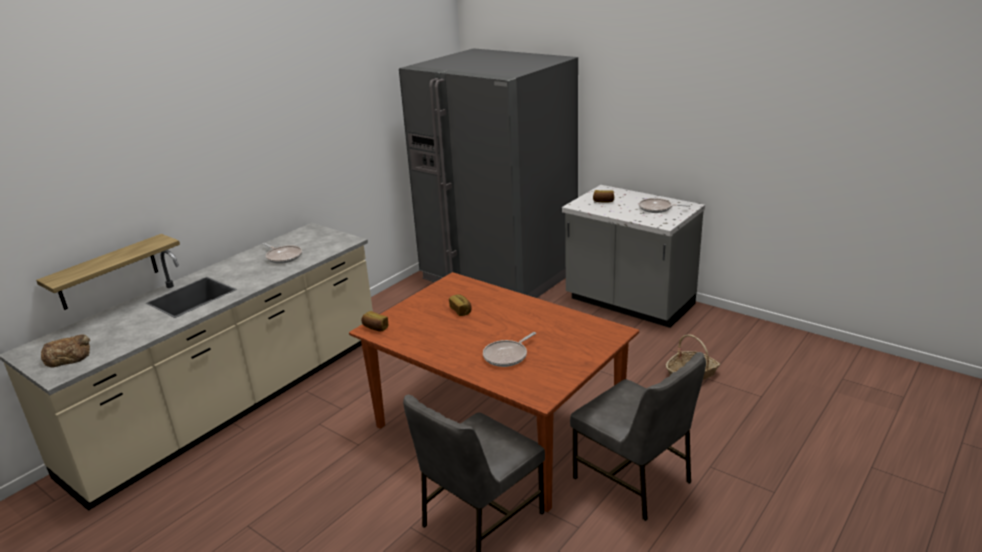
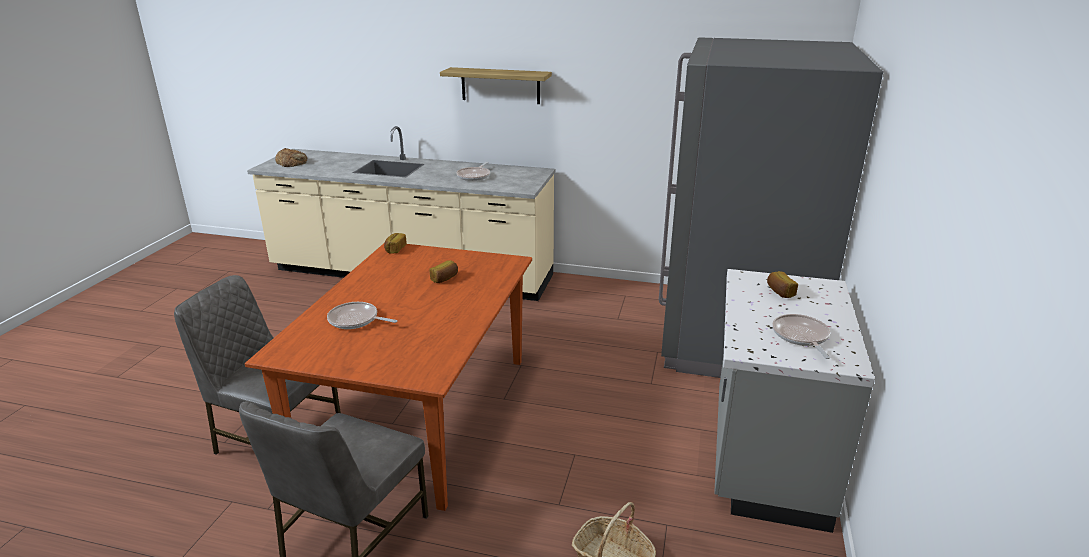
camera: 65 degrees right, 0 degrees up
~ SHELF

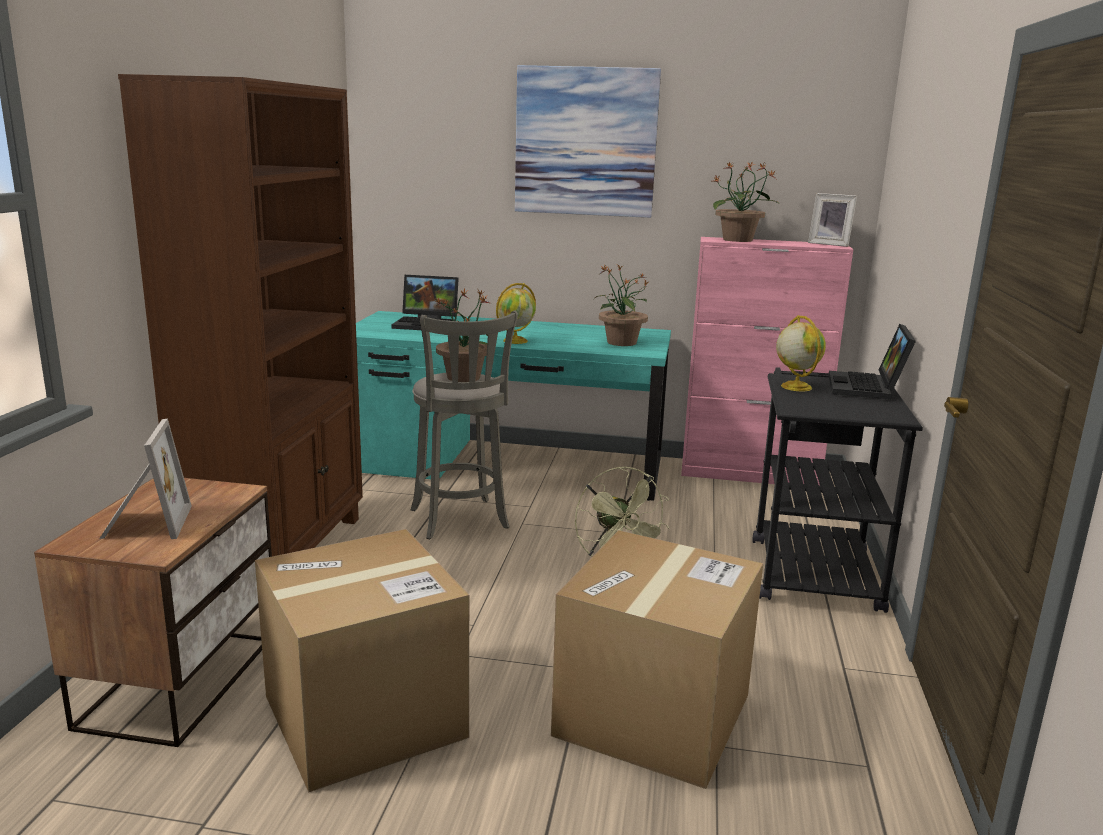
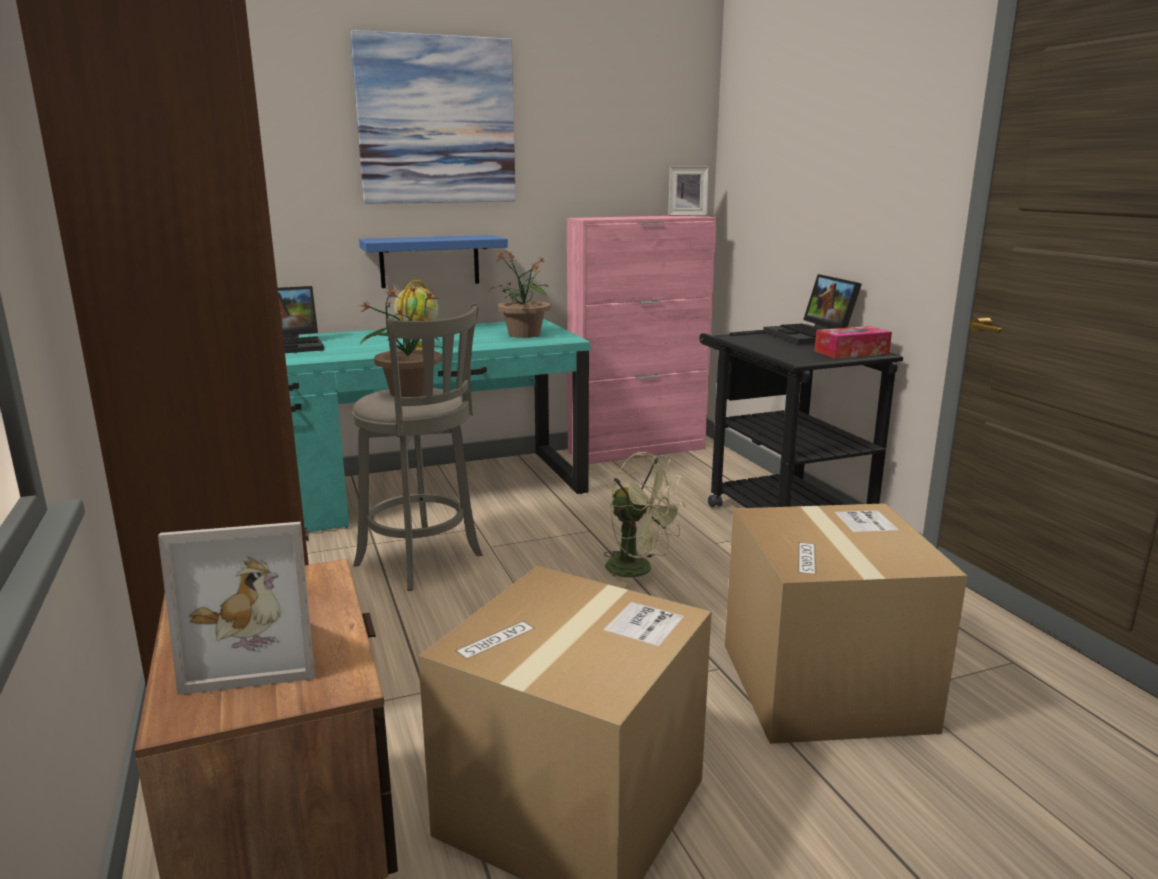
camera: 30 degrees left, 0 degrees up
~ PICTURE FRAME (no. 1 from left) 120 degrees clockwise
+ BLUE SHELF
+ TISSUE BOX
- POTTED PLANT (no. 3 from left)
- GLOBE (no. 2 from left)

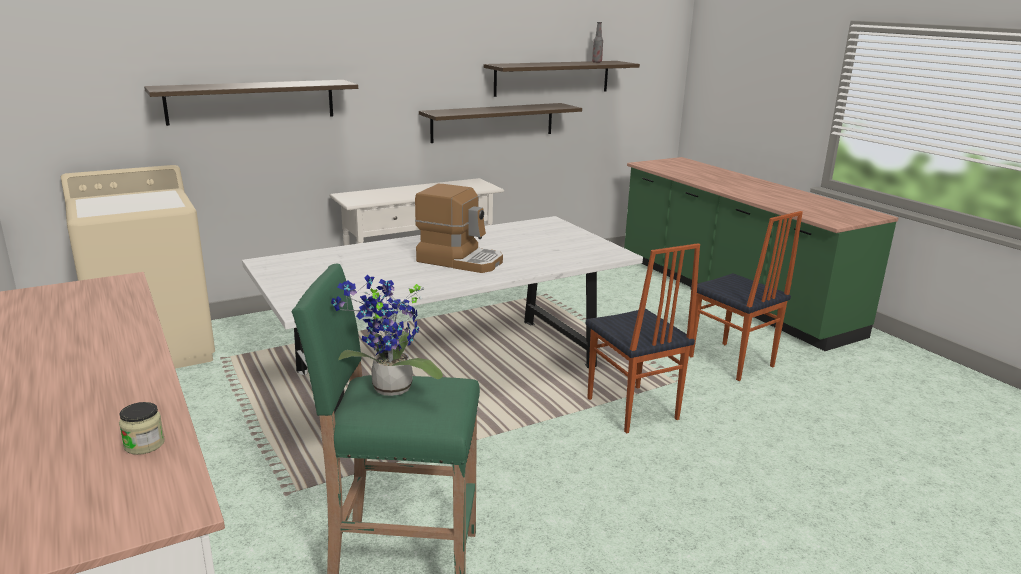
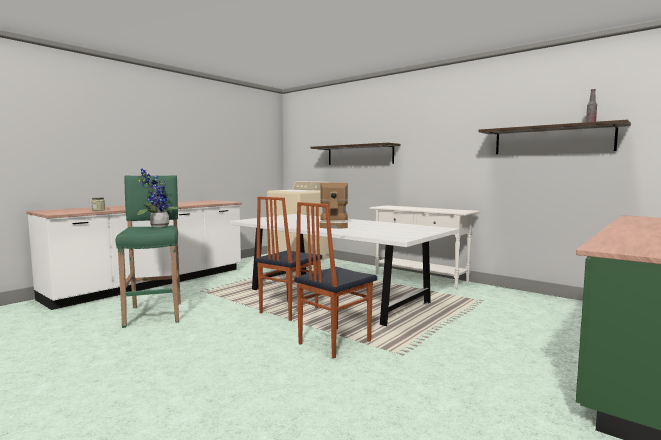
camera: 70 degrees right, 15 degrees down
~ CHAIR (no. 2 from left in the first image) to CHAIR (no. 1 from left)
- SHELF (no. 2 from left)

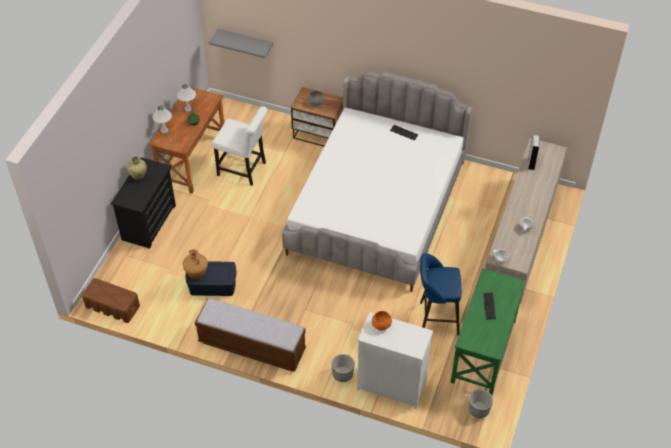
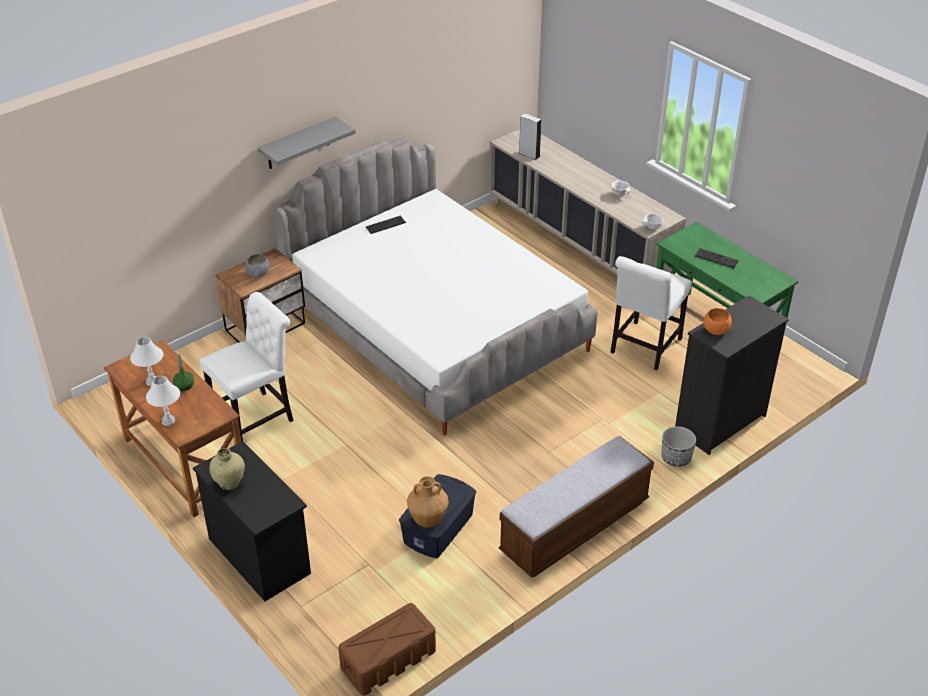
camera: 60 degrees left, 10 degrees down
~ GREY SHELF
~ BLUE STOOL to WHITE CHAIR (no. 2 from left)
~ WHITE DRESSER to BLACK DRESSER (no. 2 from left)
- PLANTER (no. 2 from left)

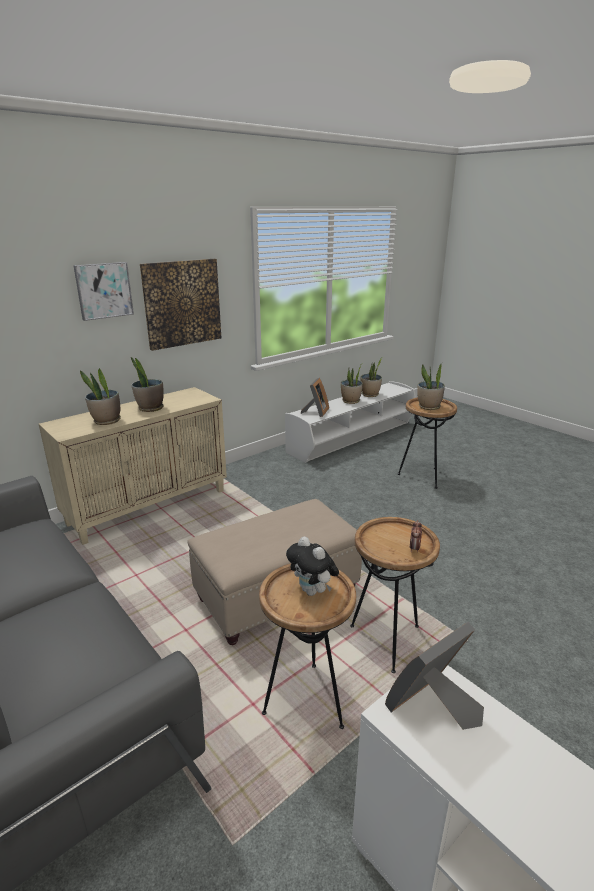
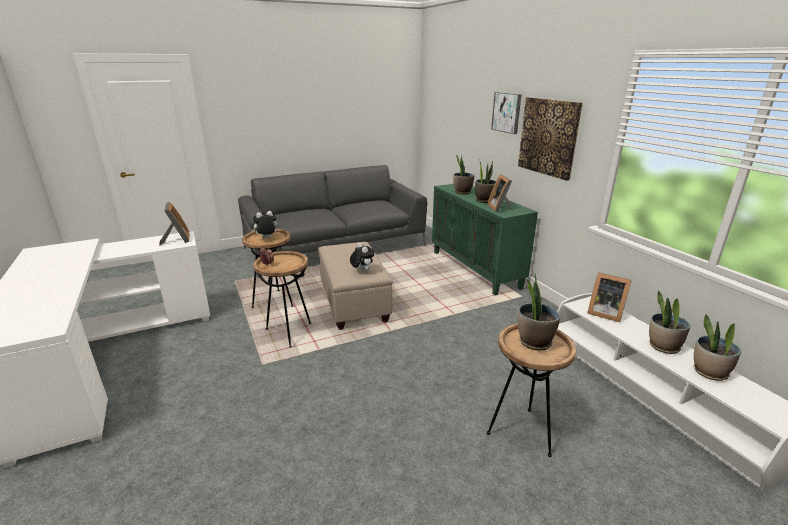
camera: 105 degrees right, 0 degrees up
+ PLUSH TOY (no. 2 from left)
~ BEIGE CABINET to GREEN CABINET
+ PICTURE FRAME (no. 2 from left)

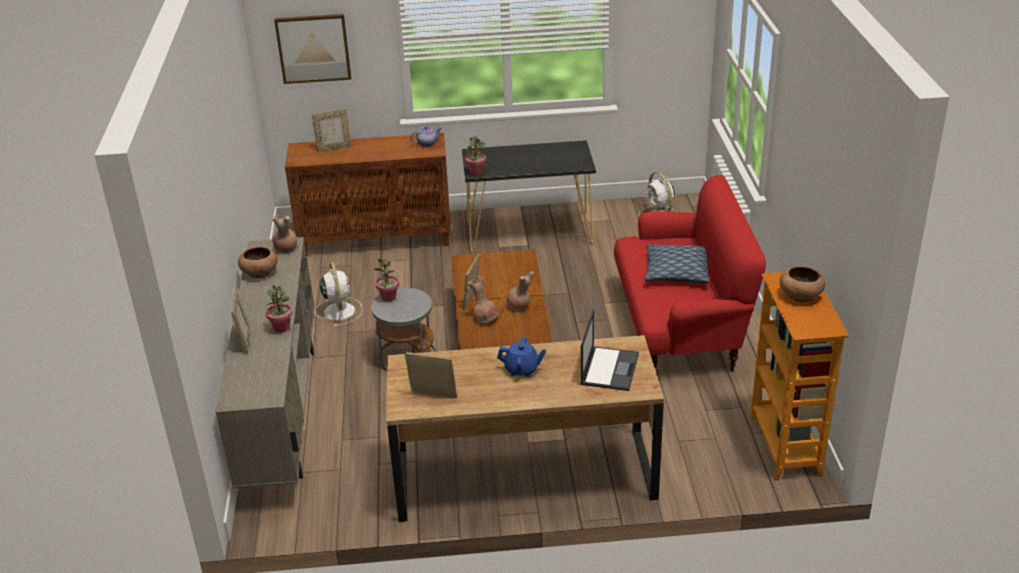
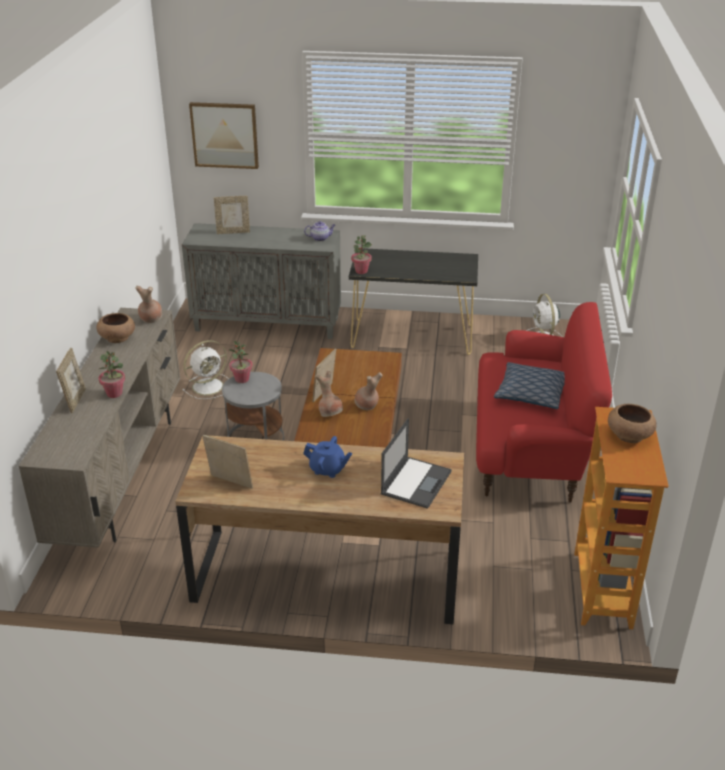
camera: 10 degrees right, 0 degrees up
~ BROWN CABINET to GREY CABINET
~ WHITE FAN (no. 1 from left) 60 degrees clockwise

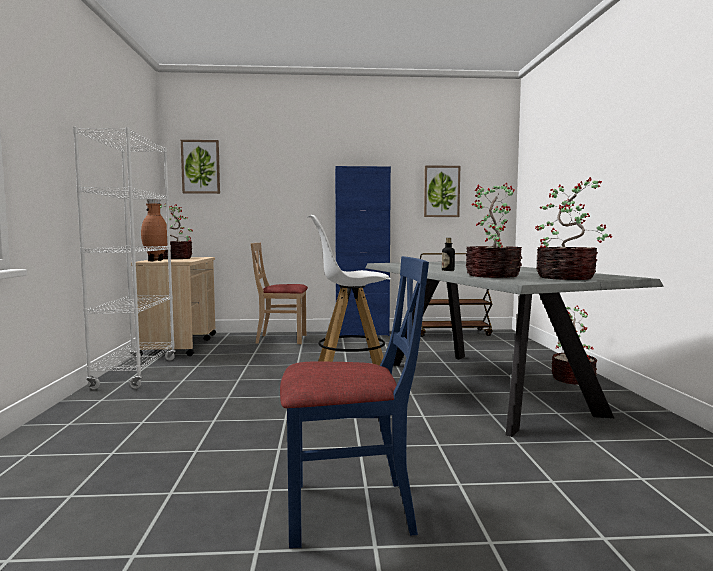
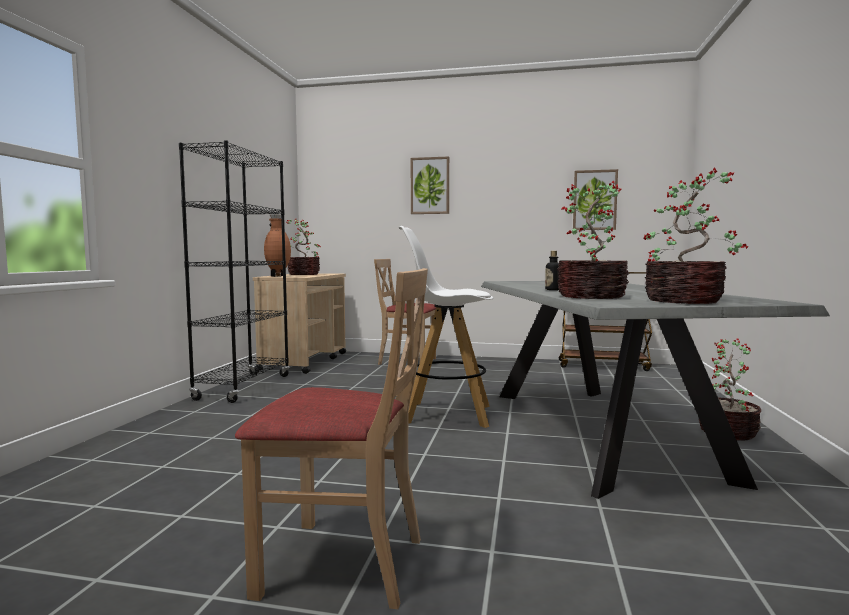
camera: 15 degrees right, 0 degrees up
~ WHITE BOOKCASE to BLACK BOOKCASE
~ BLUE CHAIR to BEIGE CHAIR (no. 1 from left)
~ PICTURE (no. 1 from left)
- BLUE CABINET

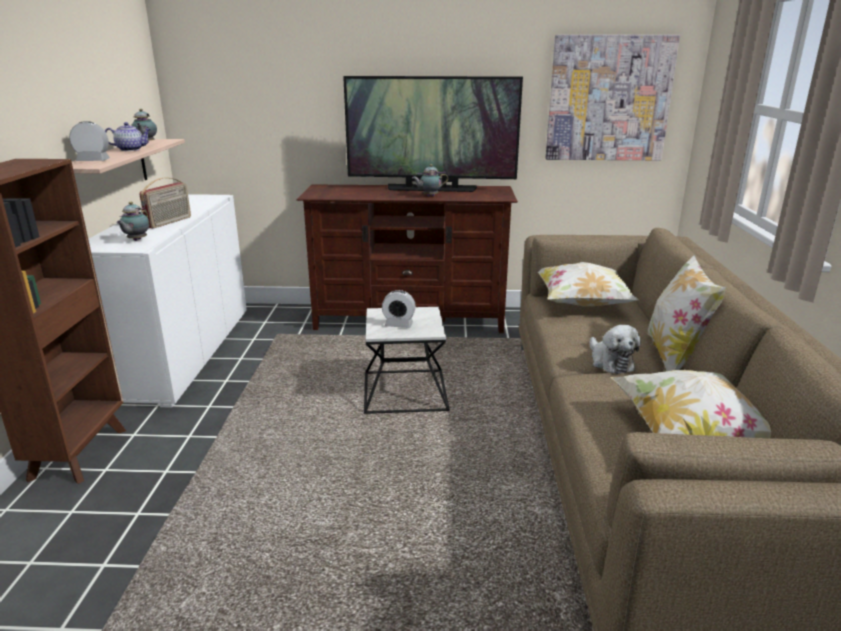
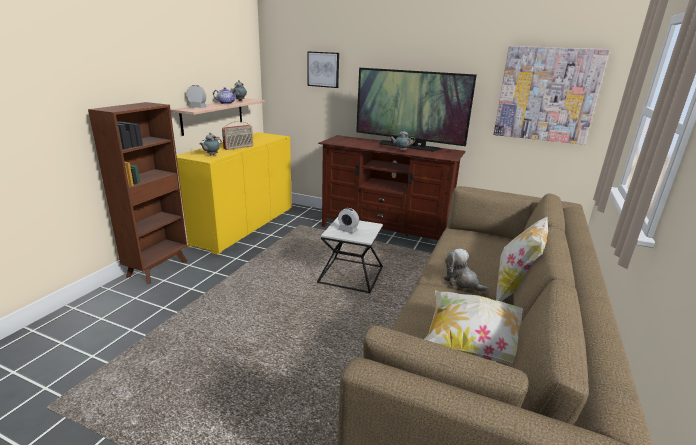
camera: 20 degrees right, 0 degrees up
~ WHITE CABINET to YELLOW CABINET
+ PICTURE (no. 1 from left)
~ PLUSH TOY 135 degrees clockwise
- PILLOW (no. 1 from left)

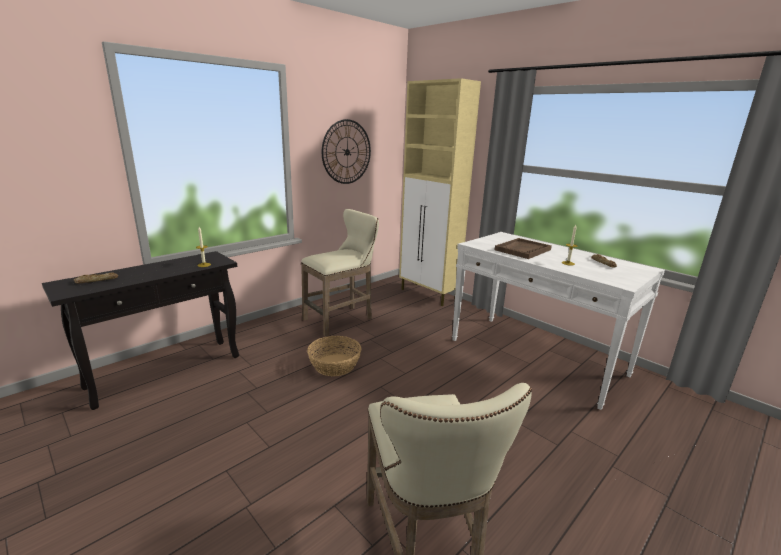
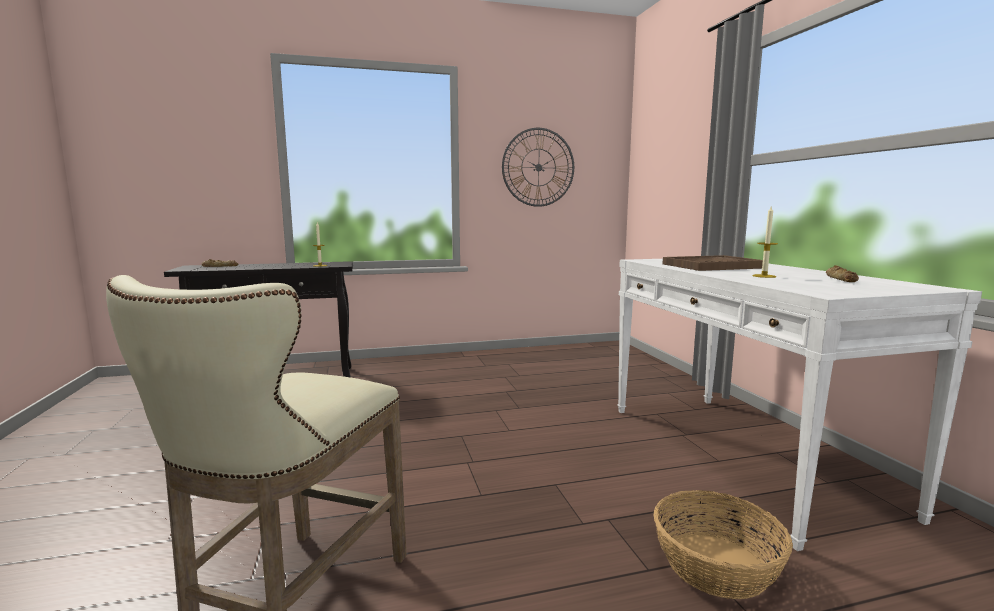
camera: 30 degrees right, 10 degrees down
~ BASKET
- BEIGE STOOL (no. 1 from left)
- BEIGE CABINET

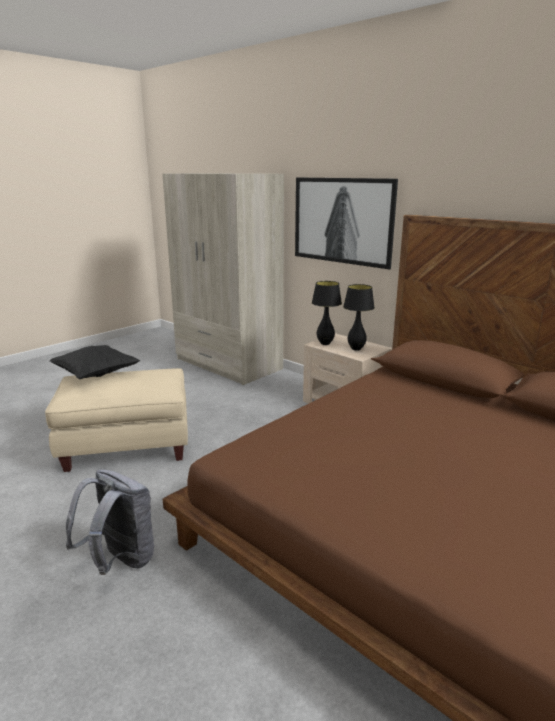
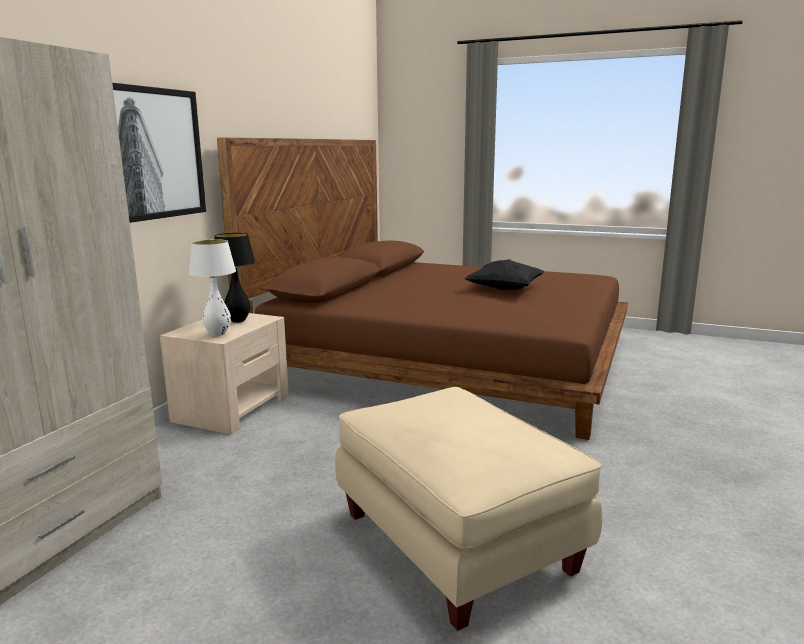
camera: 110 degrees left, 5 degrees down
~ BLACK TABLE LAMP (no. 1 from left) to WHITE TABLE LAMP
~ BLACK PILLOW
- GREY BACKPACK

